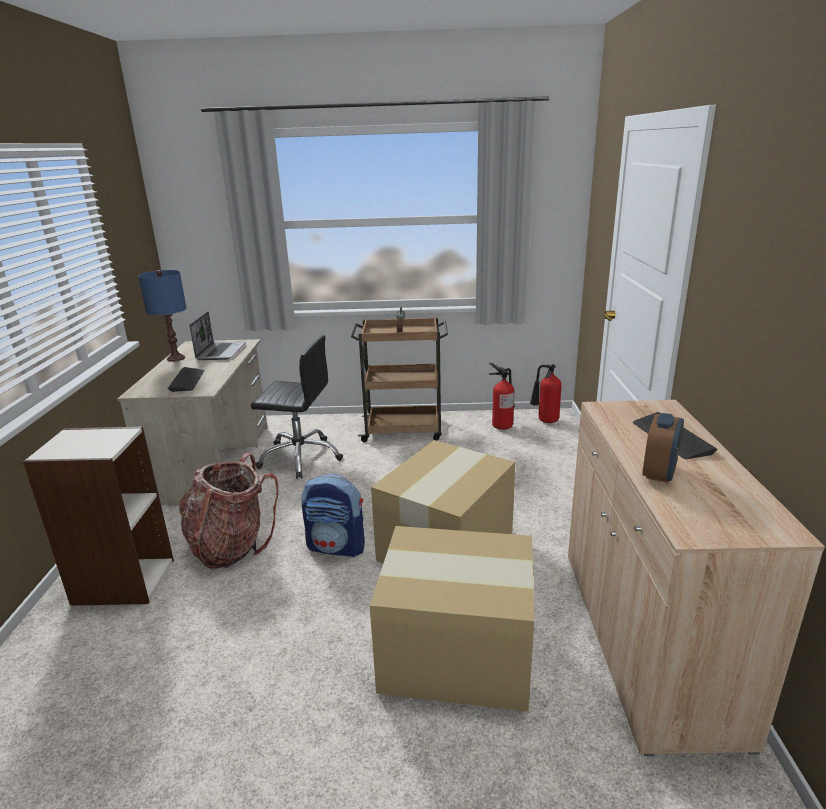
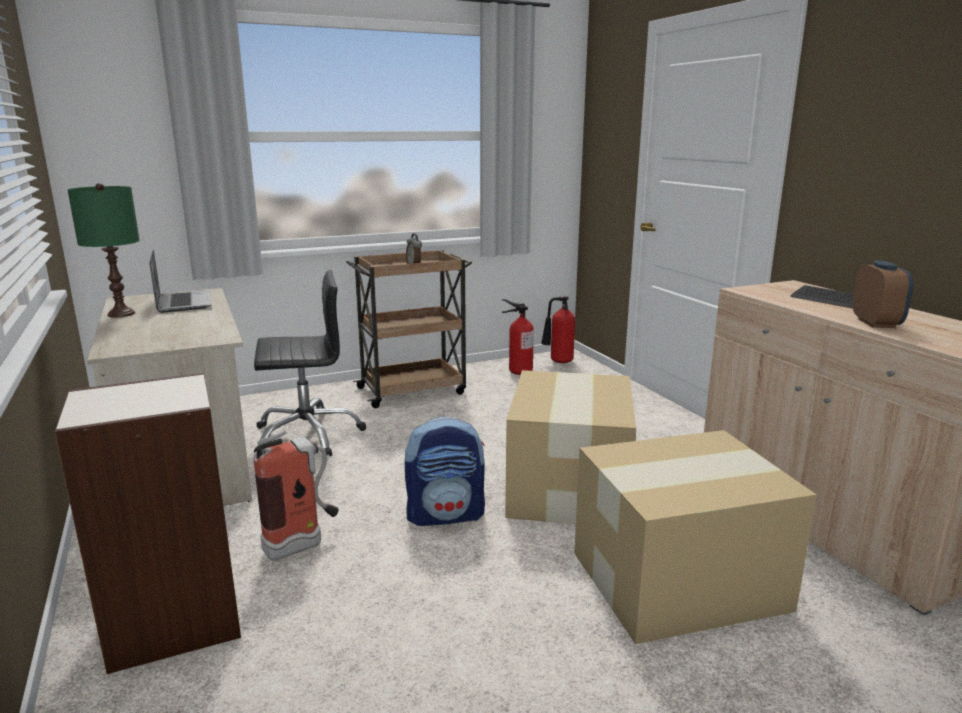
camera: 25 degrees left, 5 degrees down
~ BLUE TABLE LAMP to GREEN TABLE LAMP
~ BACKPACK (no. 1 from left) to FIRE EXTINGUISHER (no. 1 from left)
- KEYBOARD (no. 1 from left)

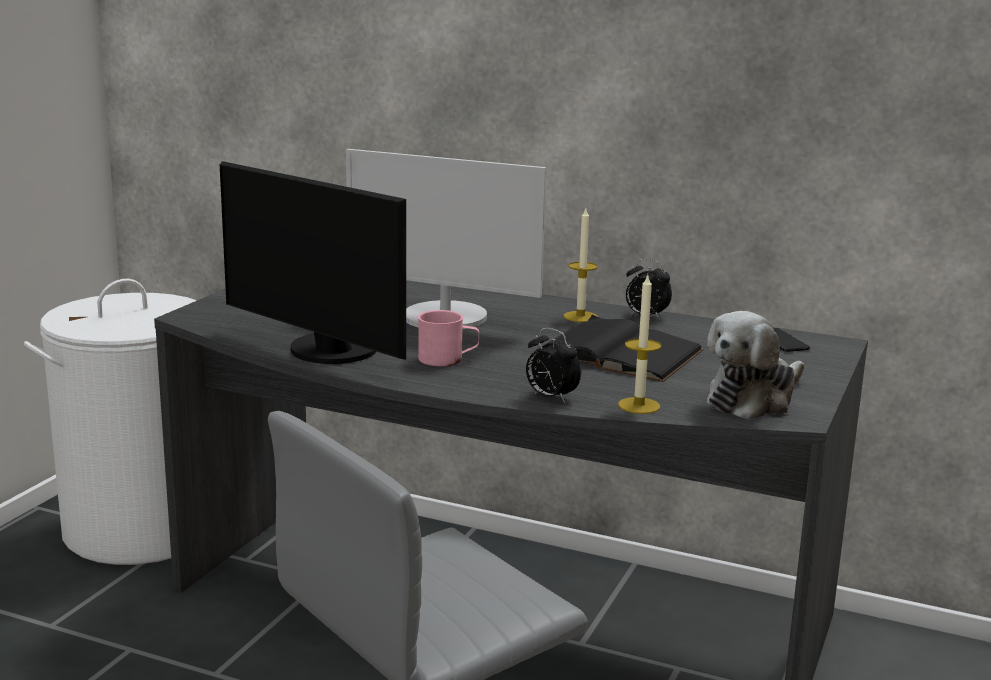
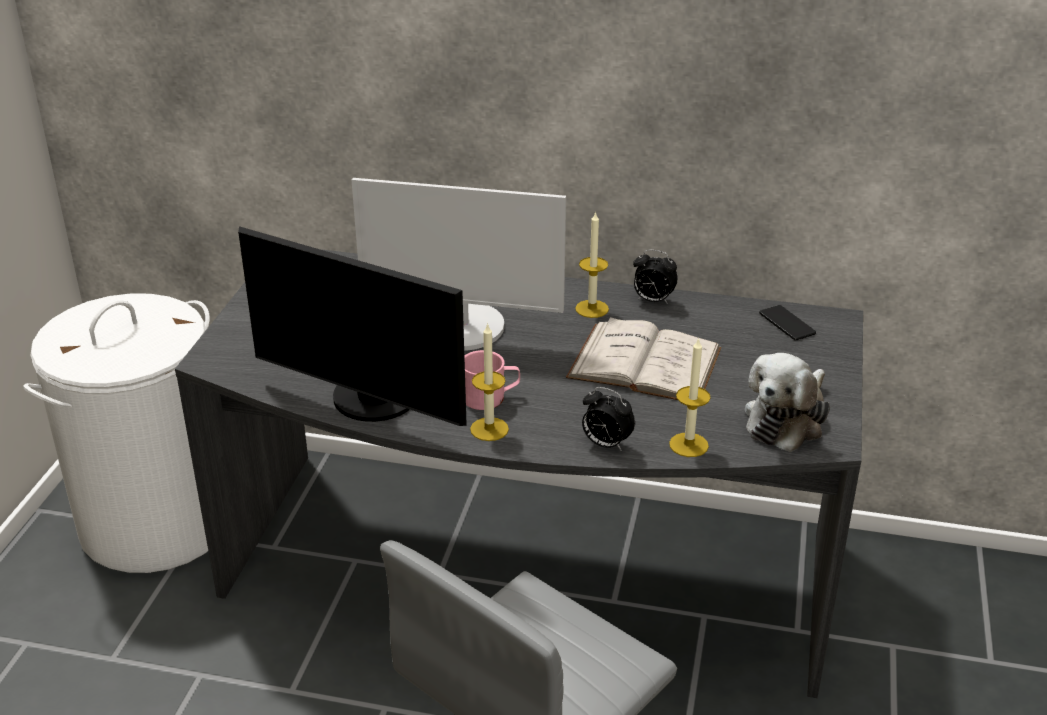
camera: 10 degrees left, 15 degrees up
+ CANDLE (no. 1 from left)
~ BLACK BOOK to WHITE BOOK

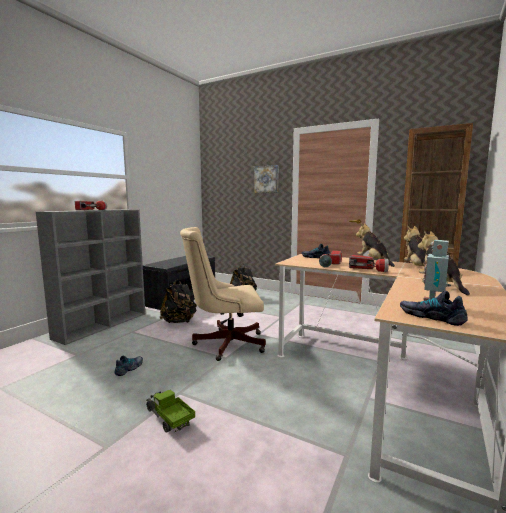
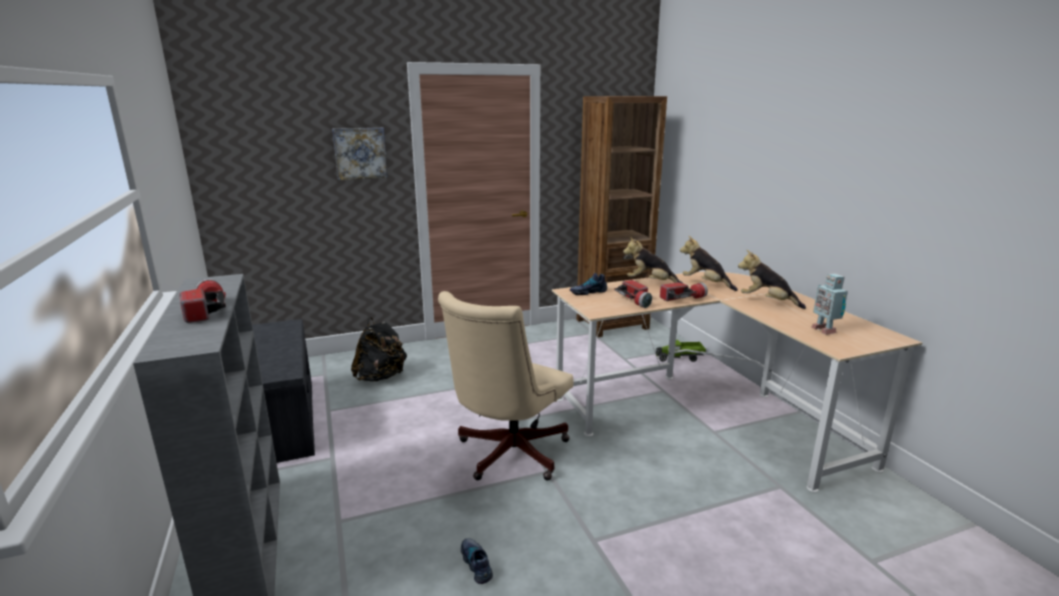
camera: 50 degrees left, 10 degrees up
~ TOY TRUCK
- BLACK BACKPACK (no. 1 from left)
- SHOE (no. 3 from left)

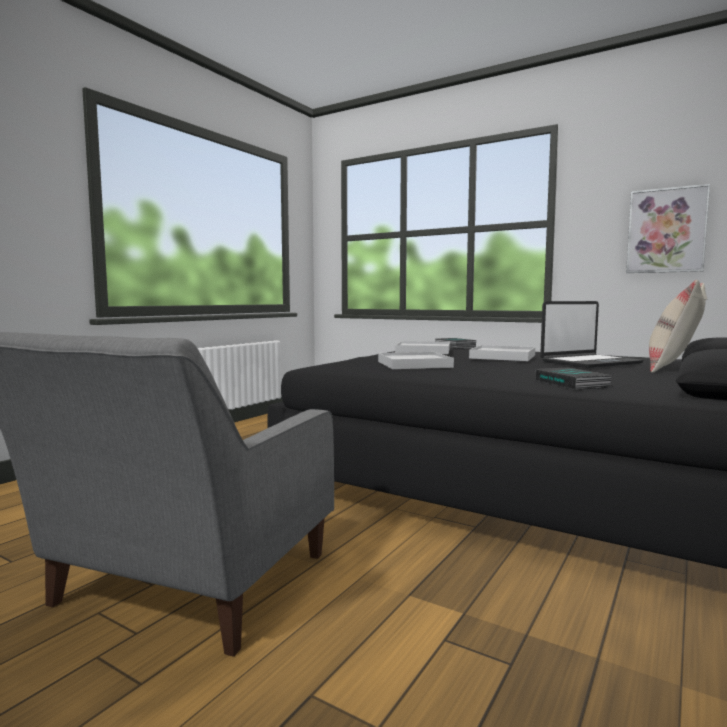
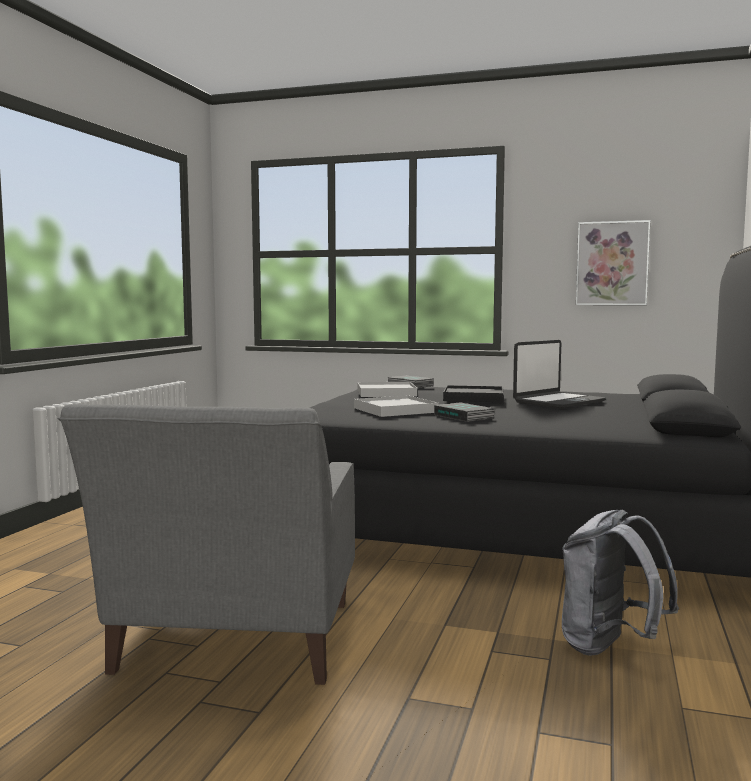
camera: 15 degrees left, 0 degrees up
~ BOOK (no. 2 from left)
~ WHITE TRAY (no. 3 from left) to BLACK TRAY
+ GREY BACKPACK
- BEIGE PILLOW

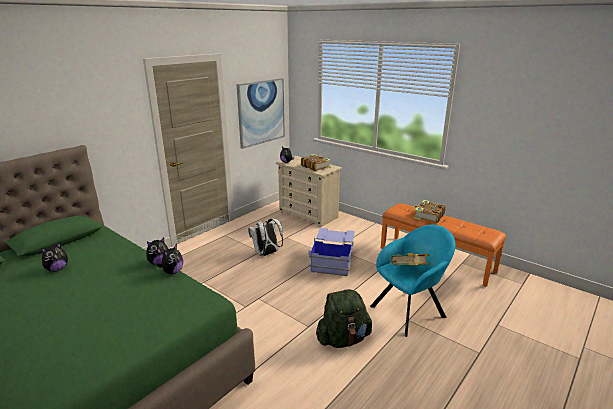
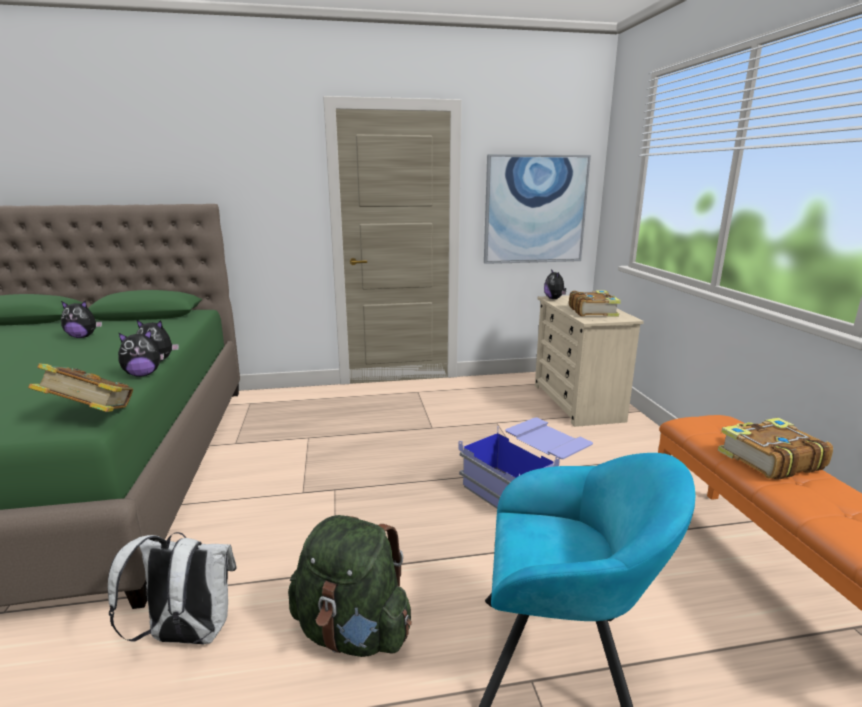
camera: 40 degrees right, 5 degrees down
~ BOOK (no. 2 from left in the first image) to BOOK (no. 1 from left)
~ WHITE BACKPACK

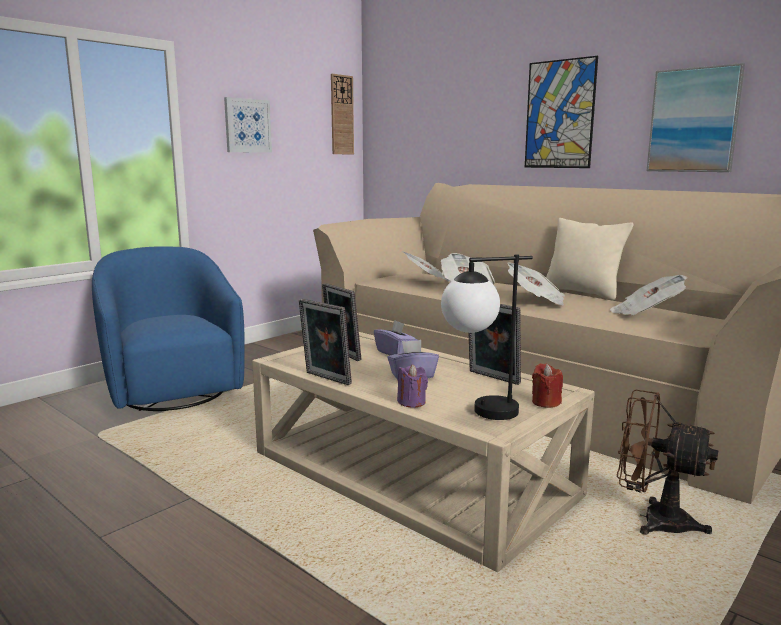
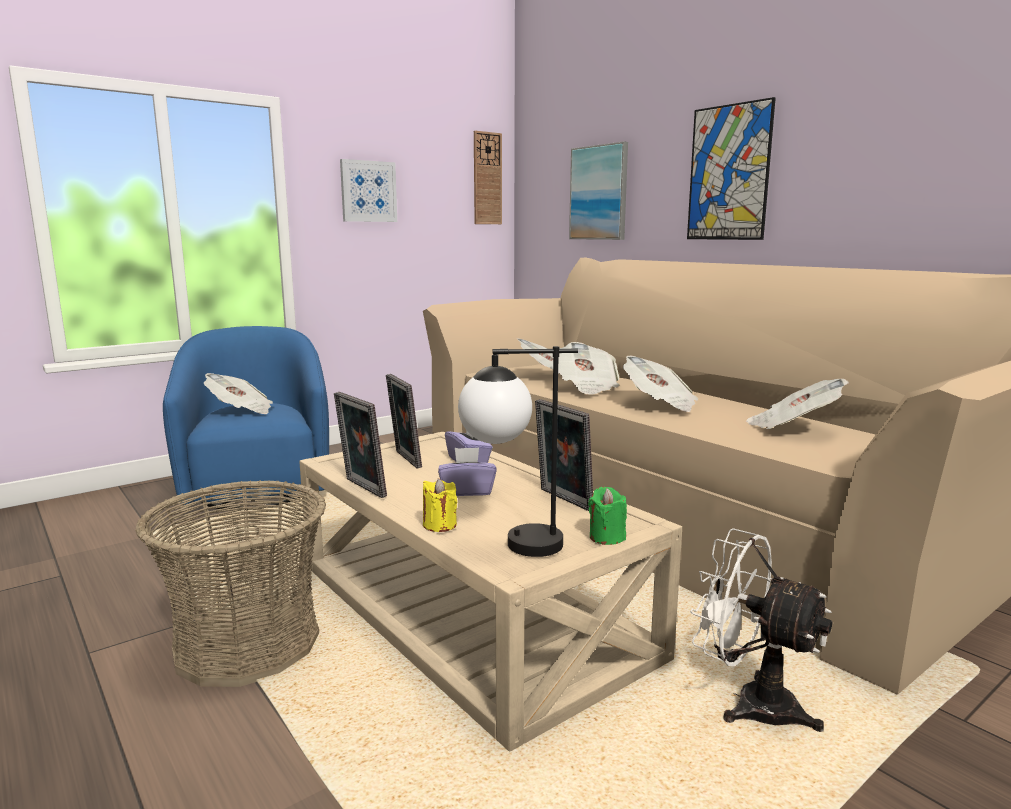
camera: 10 degrees right, 0 degrees up
+ BASKET
+ NEWSPAPER (no. 1 from left)
~ PURPLE CANDLE to YELLOW CANDLE
~ PICTURE (no. 3 from left in the first image) to PICTURE (no. 2 from left)
~ RED CANDLE to GREEN CANDLE
~ BROWN FAN to WHITE FAN
- BEIGE PILLOW

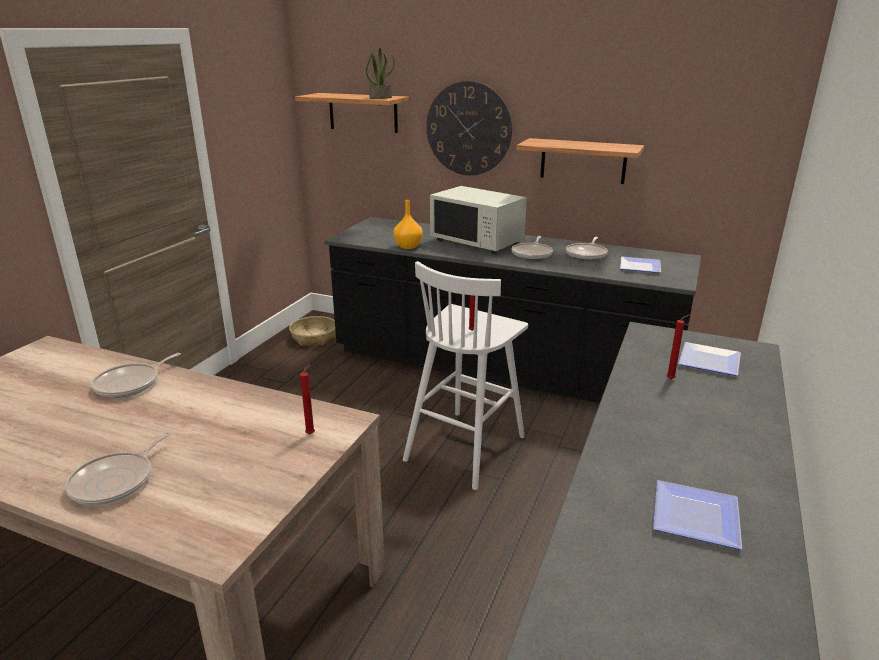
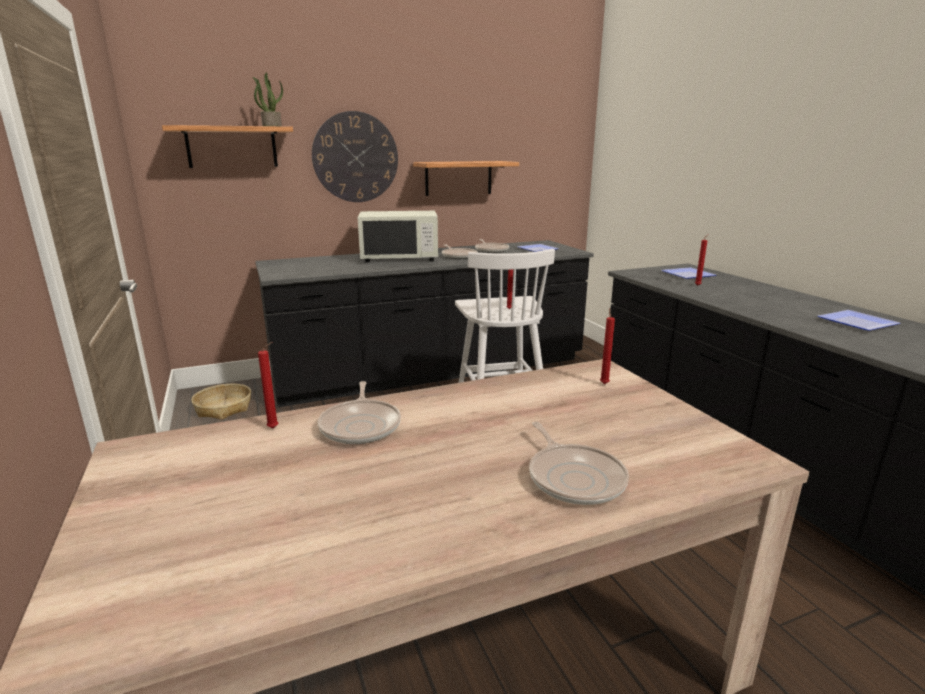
camera: 45 degrees left, 5 degrees down
+ RED CANDLE (no. 1 from left)
- ORANGE VASE

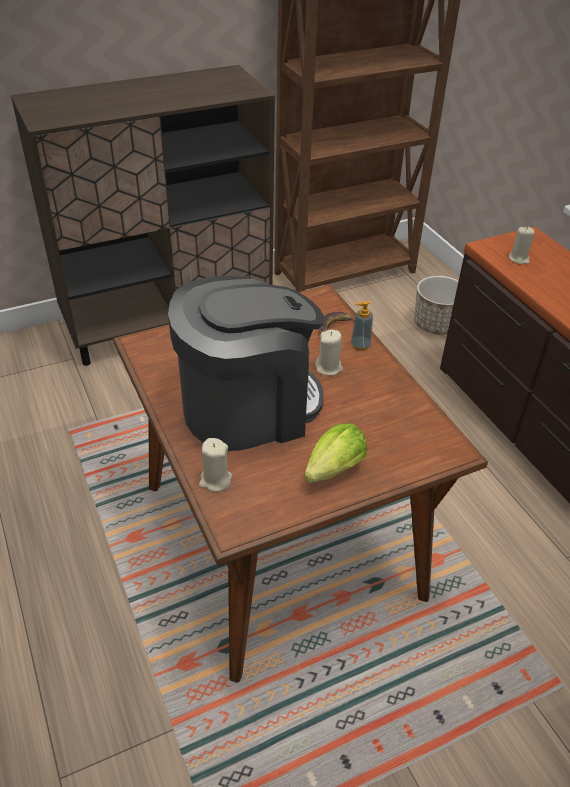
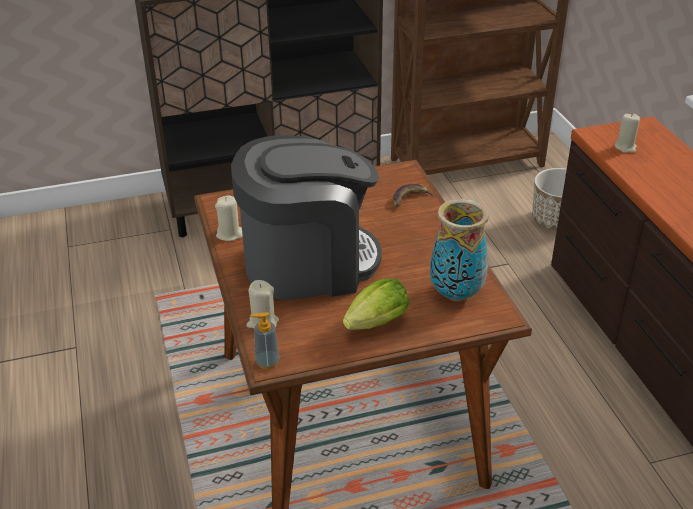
camera: 10 degrees right, 5 degrees down
~ BEIGE CANDLE (no. 2 from left in the first image) to BEIGE CANDLE (no. 1 from left)
~ SOAP DISPENSER
+ VASE

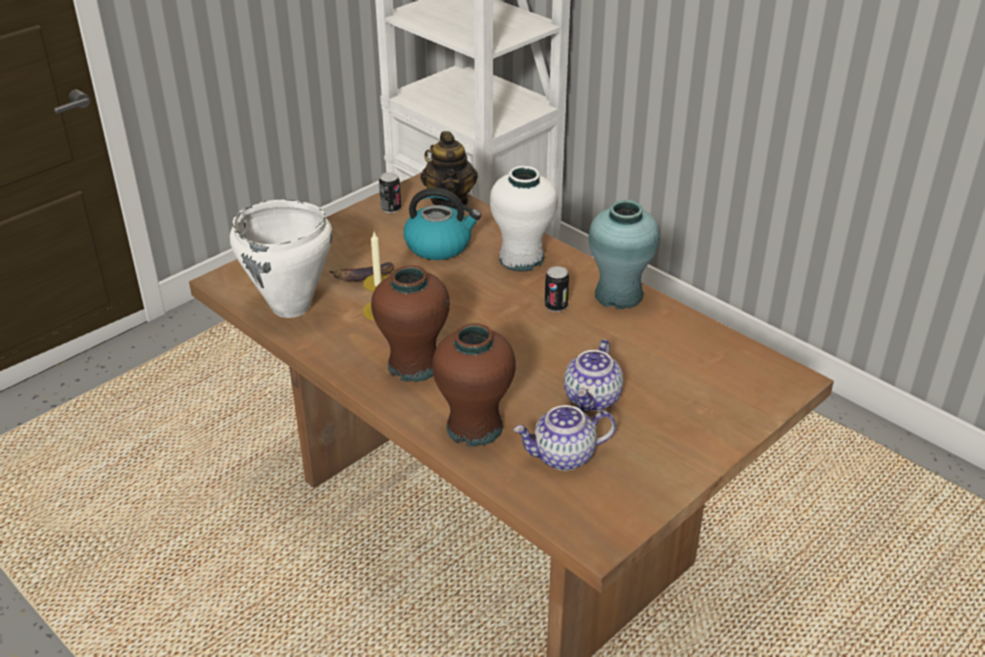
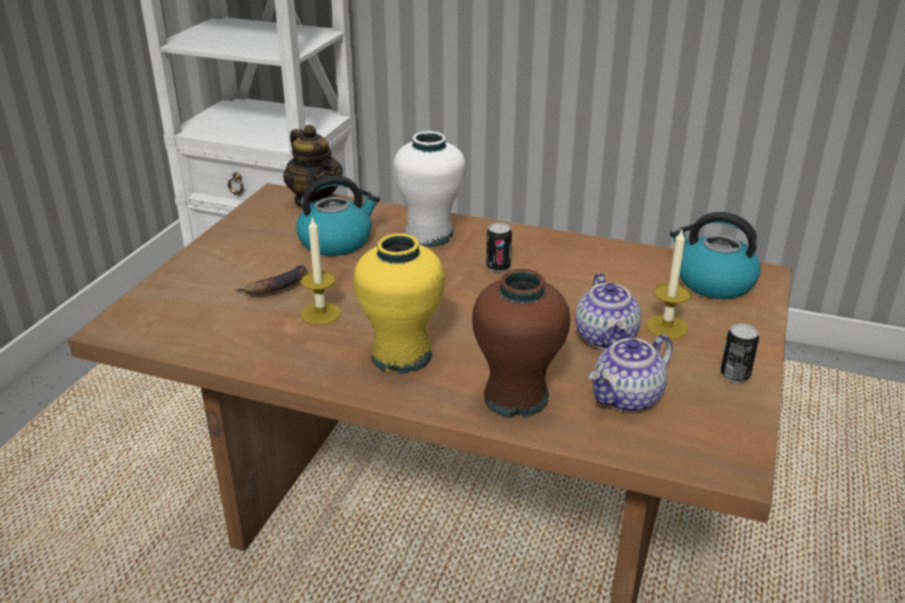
camera: 25 degrees left, 5 degrees down
~ BROWN VASE (no. 1 from left) to YELLOW VASE
+ CANDLE (no. 2 from left)
+ KETTLE (no. 2 from left)
~ CAN (no. 1 from left in the first image) to CAN (no. 2 from left)
- WHITE COOKING POT
- TURQUOISE VASE

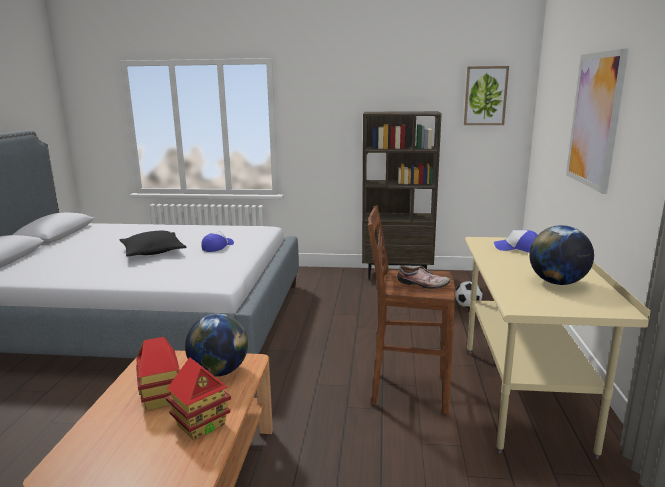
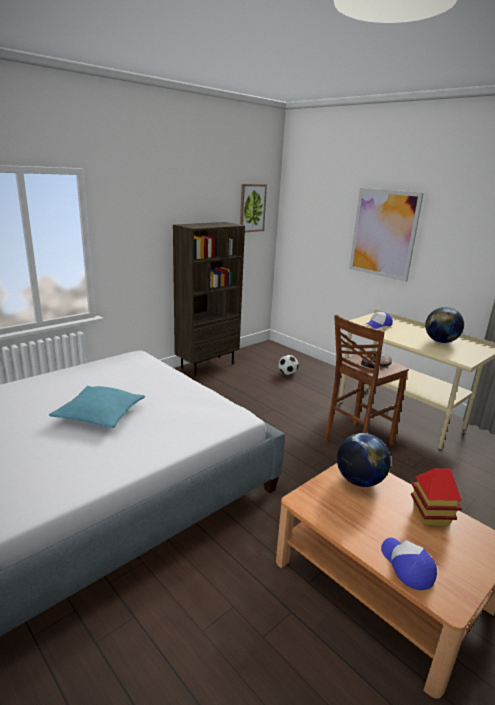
camera: 50 degrees left, 5 degrees up
~ BLACK PILLOW to TURQUOISE PILLOW
~ CAP (no. 1 from left in the first image) to CAP (no. 2 from left)
- TOY HOUSE (no. 1 from left)

